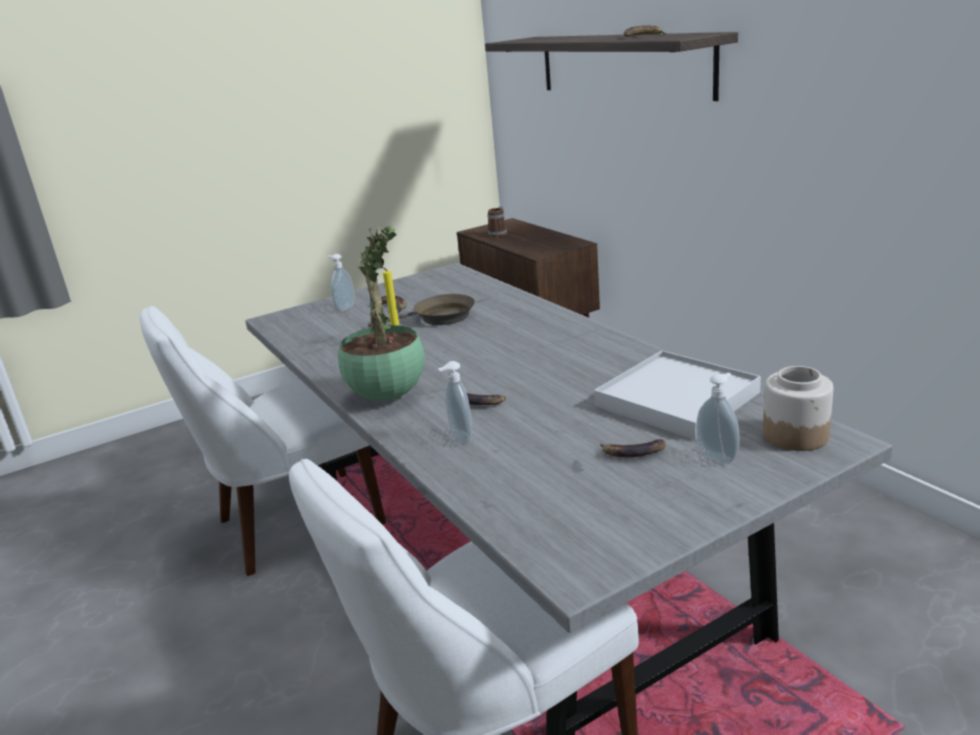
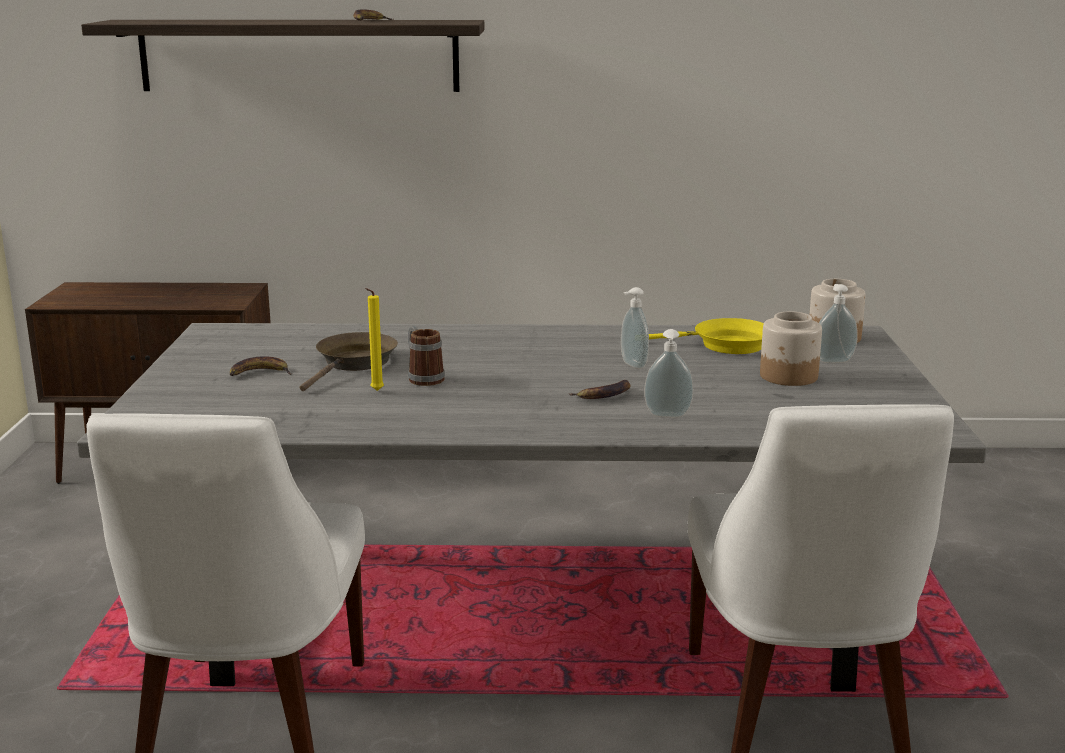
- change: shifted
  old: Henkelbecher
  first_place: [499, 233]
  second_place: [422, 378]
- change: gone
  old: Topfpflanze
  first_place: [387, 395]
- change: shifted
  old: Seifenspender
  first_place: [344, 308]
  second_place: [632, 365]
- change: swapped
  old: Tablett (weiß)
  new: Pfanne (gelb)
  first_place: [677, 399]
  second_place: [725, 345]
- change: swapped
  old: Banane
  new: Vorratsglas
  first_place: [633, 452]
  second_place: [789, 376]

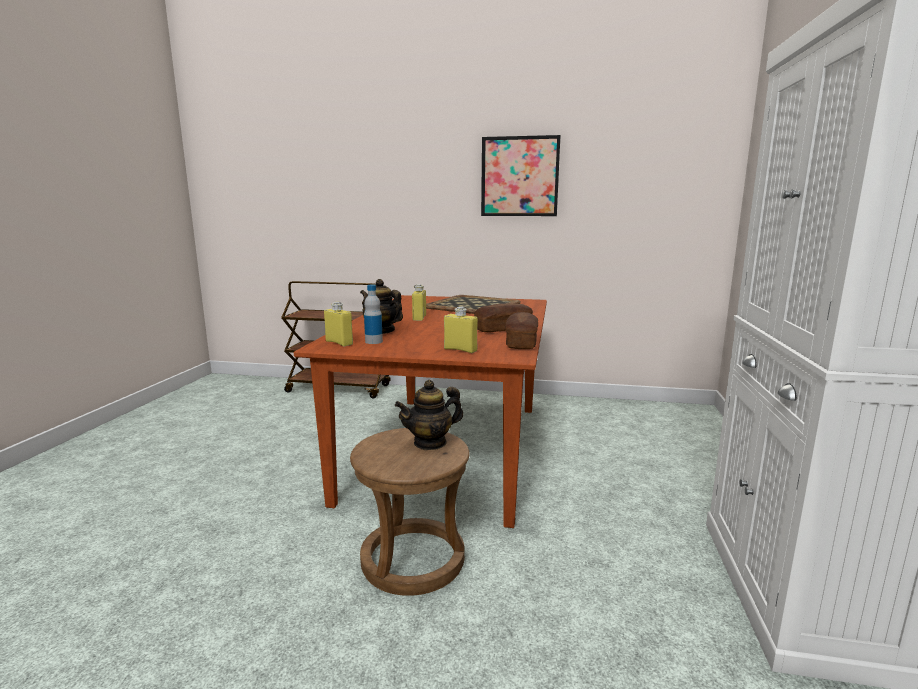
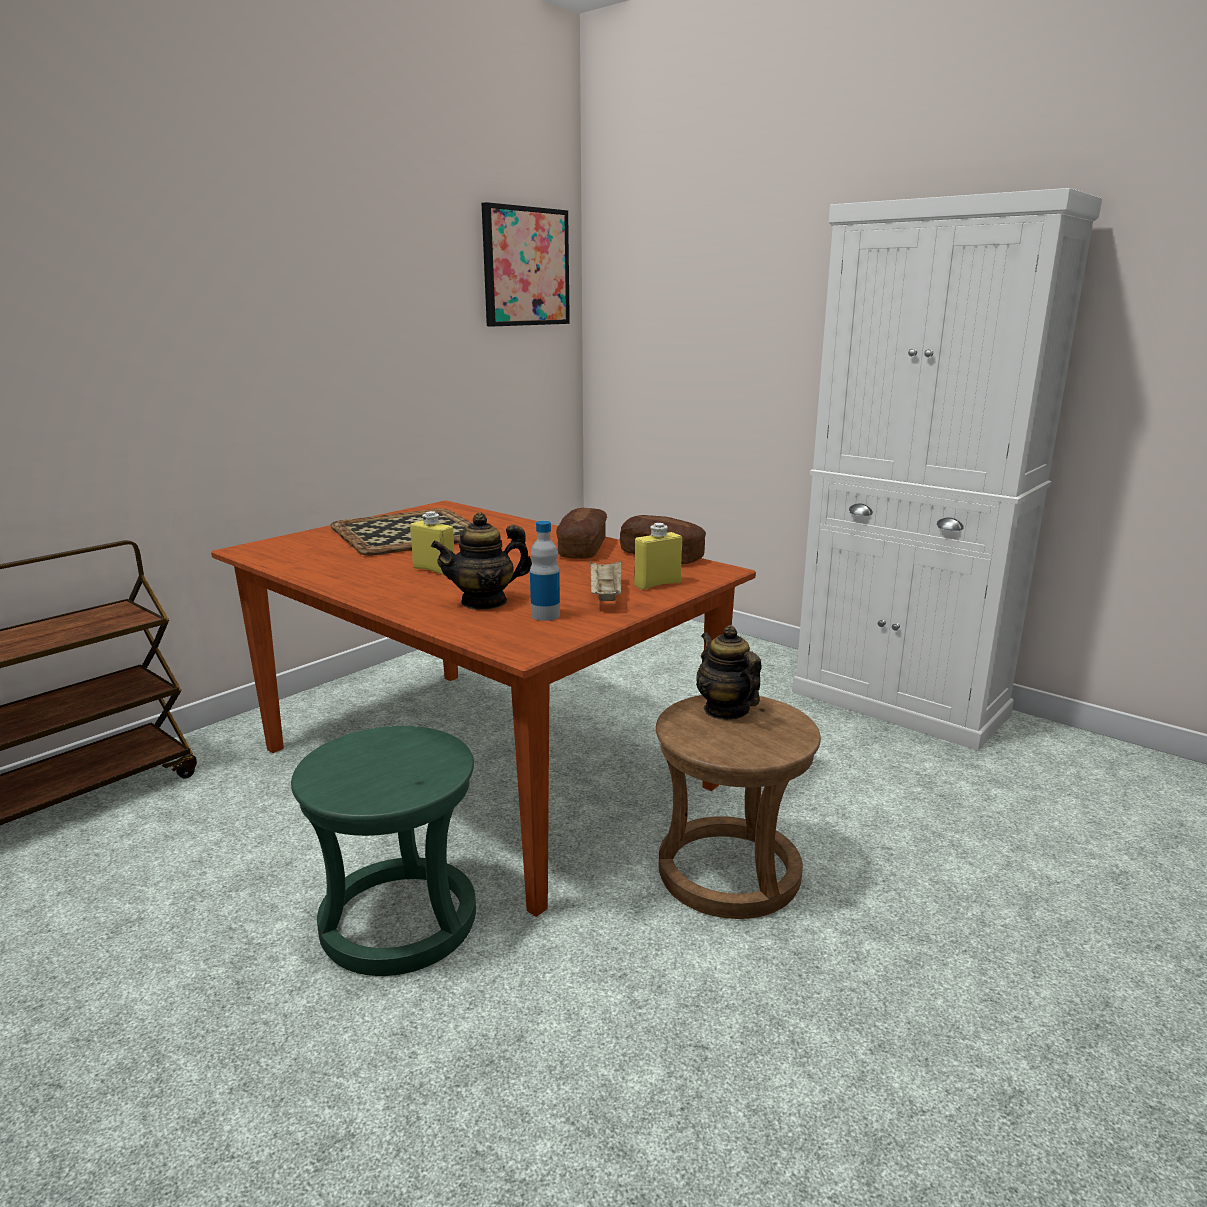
- change: shifted
  old: Bild
  first_place: [520, 177]
  second_place: [525, 267]
- change: gone
  old: Flasche (gelb)
  first_place: [339, 343]
- change: rotated
  old: Teekanne
  first_place: [430, 443]
  second_place: [726, 710]
  degrees: 150
- change: new
  new: Tablett (beige)
  second_place: [605, 594]
- change: new
  new: Hocker (grün)
  second_place: [398, 921]

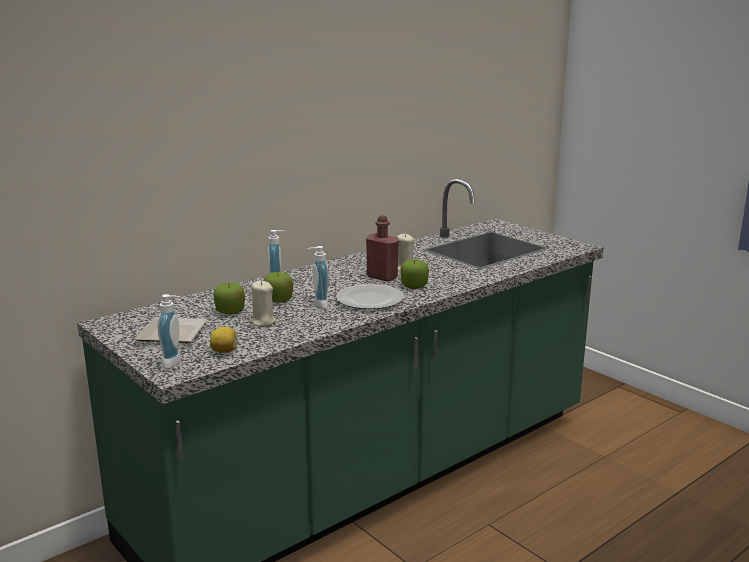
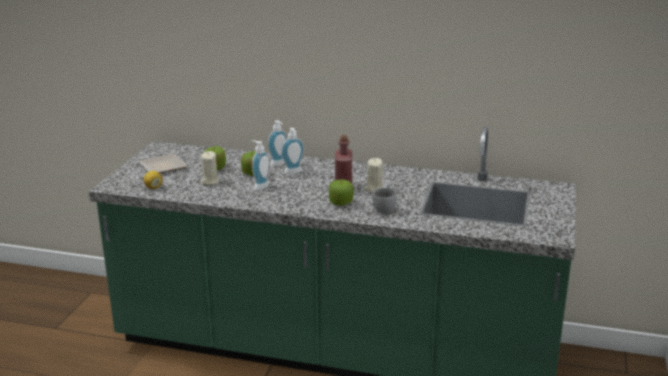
- change: gone
  old: Teller
  first_place: [369, 299]
- change: shifted
  old: Seifenspender
  first_place: [175, 363]
  second_place: [294, 172]
- change: new
  new: Tasse (grau)
  second_place: [385, 207]

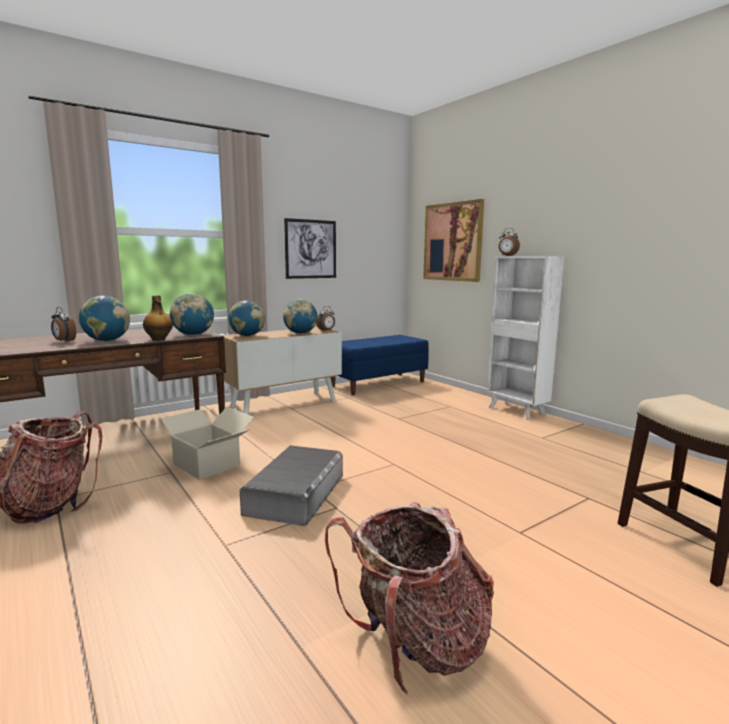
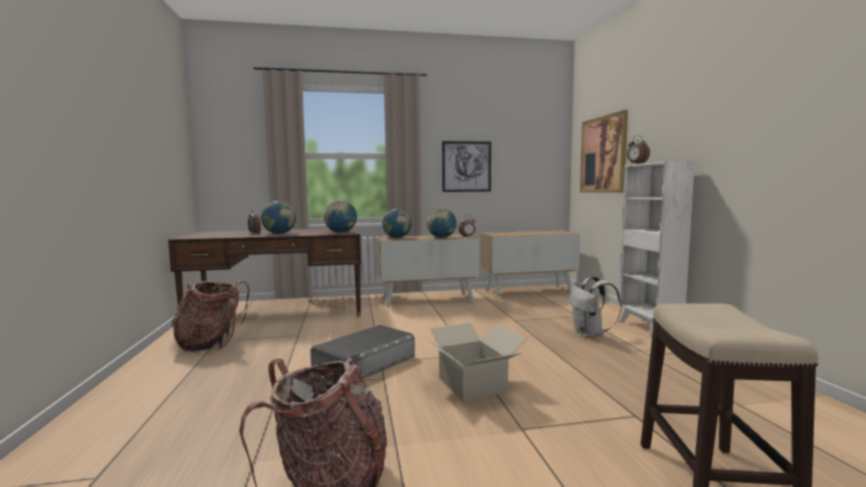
- change: gone
  old: Flasche
  first_place: [159, 339]
- change: swapped
  old: Bank (blau)
  new: Schrank
  first_place: [378, 384]
  second_place: [528, 291]
- change: shifted
  old: Karton
  first_place: [207, 464]
  second_place: [472, 384]
- change: new
  new: Rucksack (weiß)
  second_place: [590, 334]

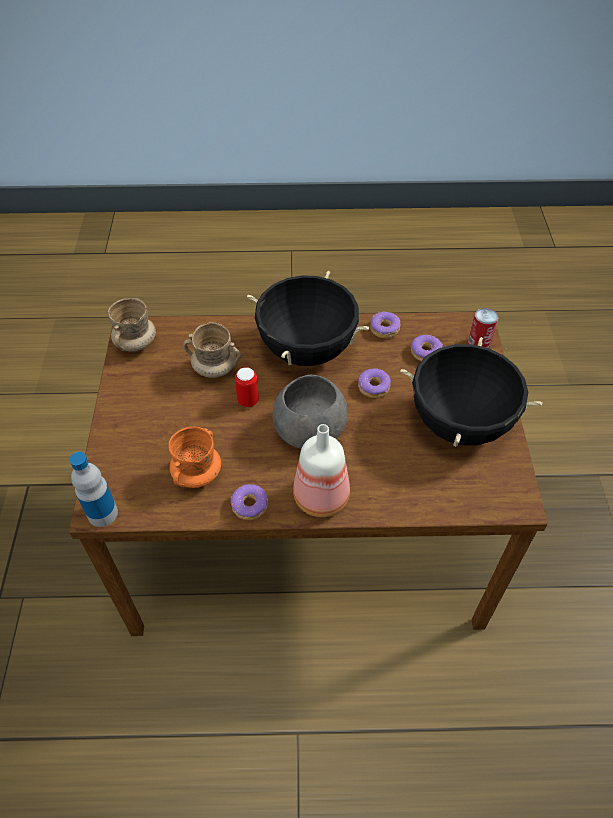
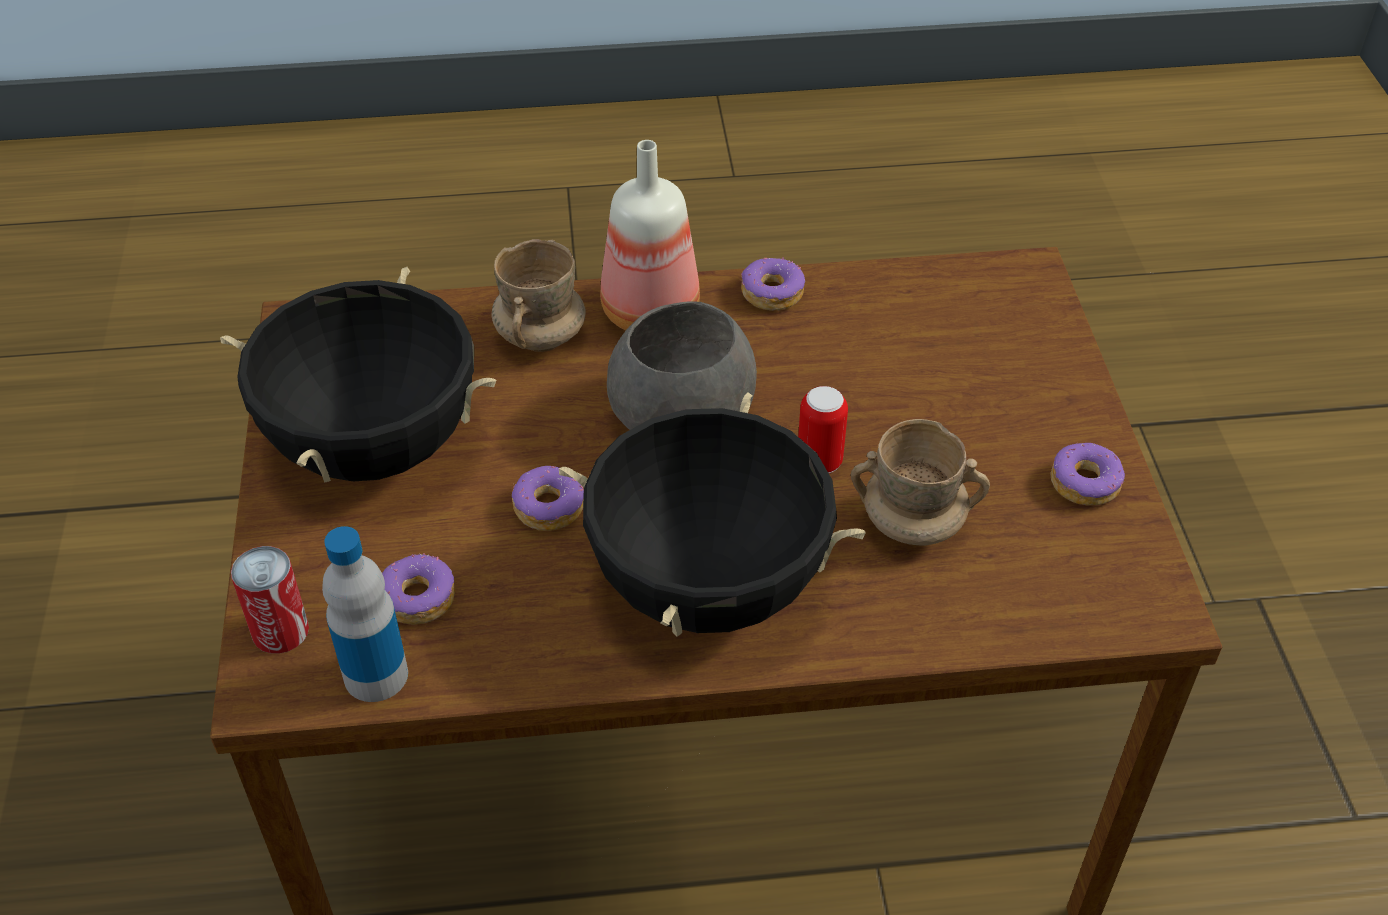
- change: shifted
  old: Henkelbecher (beige)
  first_place: [136, 344]
  second_place: [540, 336]
- change: shifted
  old: Donut
  first_place: [384, 329]
  second_place: [1085, 483]
- change: gone
  old: Henkelbecher (orange)
  first_place: [197, 474]
- change: shifted
  old: Flasche
  first_place: [102, 513]
  second_place: [376, 675]

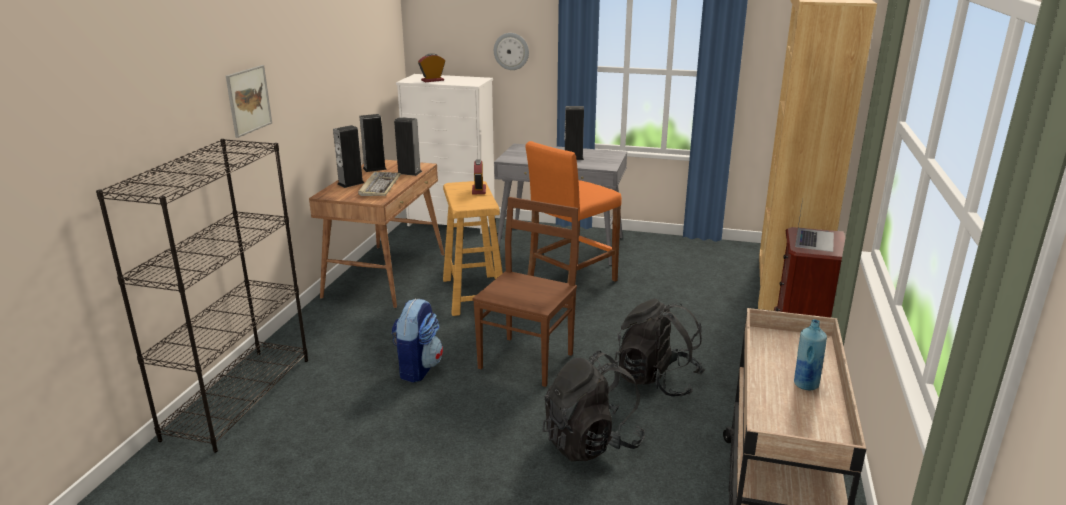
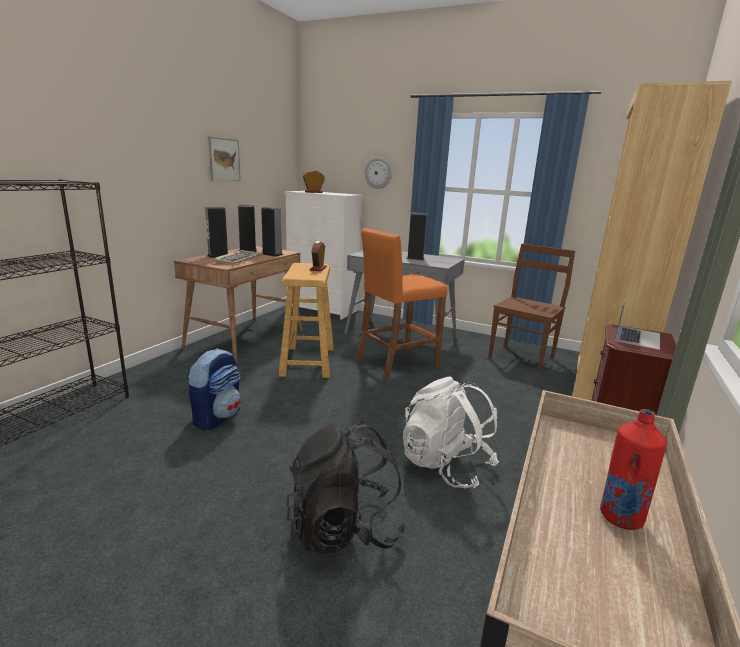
- change: shifted
  old: Bild
  first_place: [248, 100]
  second_place: [224, 160]
- change: shifted
  old: Stuhl (braun)
  first_place: [527, 359]
  second_place: [522, 357]
- change: repainted
  old: Rucksack (schwarz)
  new: Rucksack (weiß)
  first_place: [657, 380]
  second_place: [445, 465]
- change: repainted
  old: Flasche (blau)
  new: Flasche (rot)
  first_place: [805, 384]
  second_place: [620, 517]

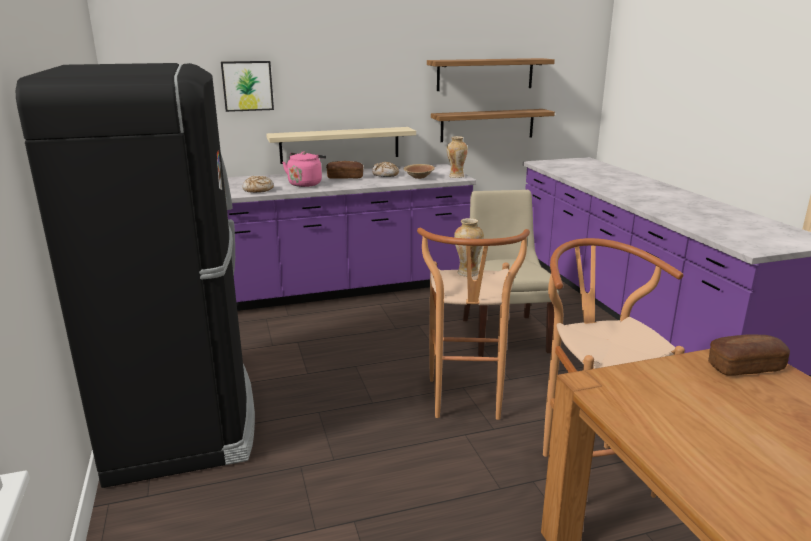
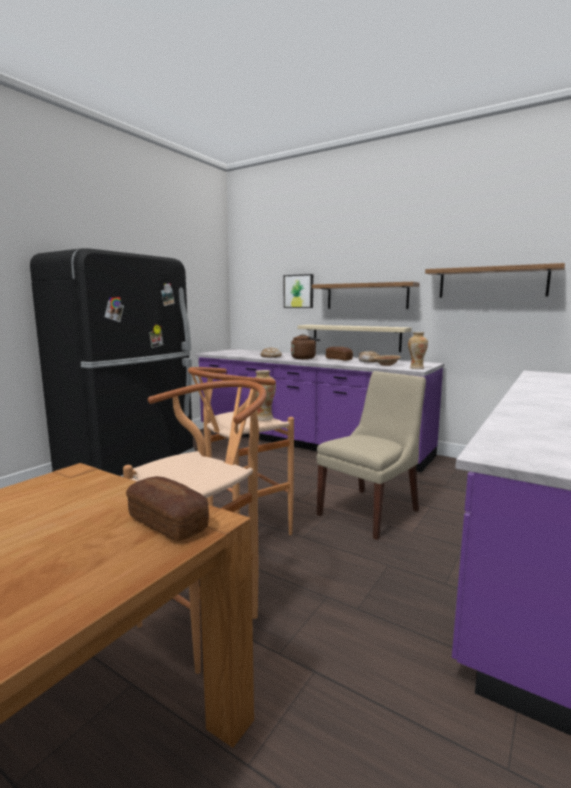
- change: shifted
  old: Wandregal
  first_place: [487, 125]
  second_place: [366, 296]
- change: repainted
  old: Wasserkessel (rosa)
  new: Wasserkessel (braun)
  first_place: [306, 183]
  second_place: [304, 358]

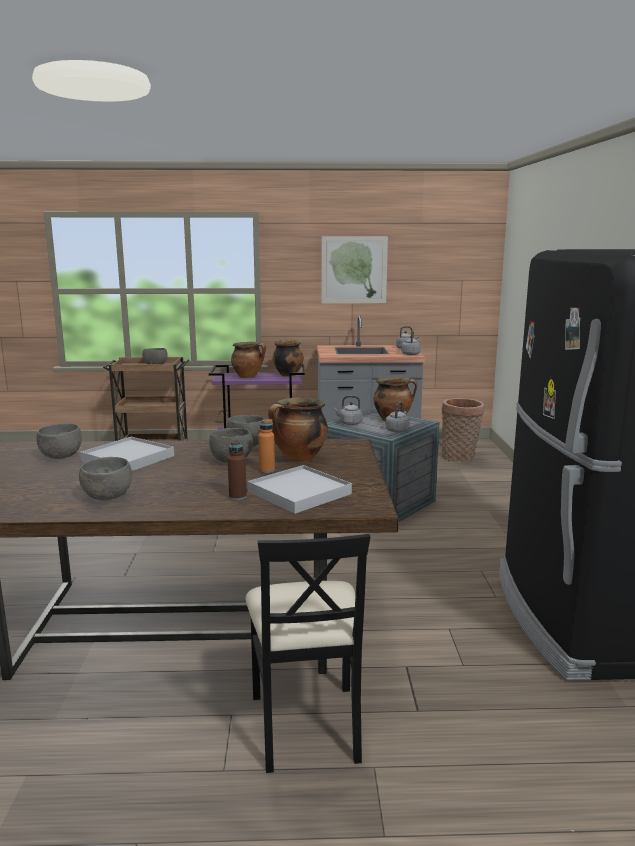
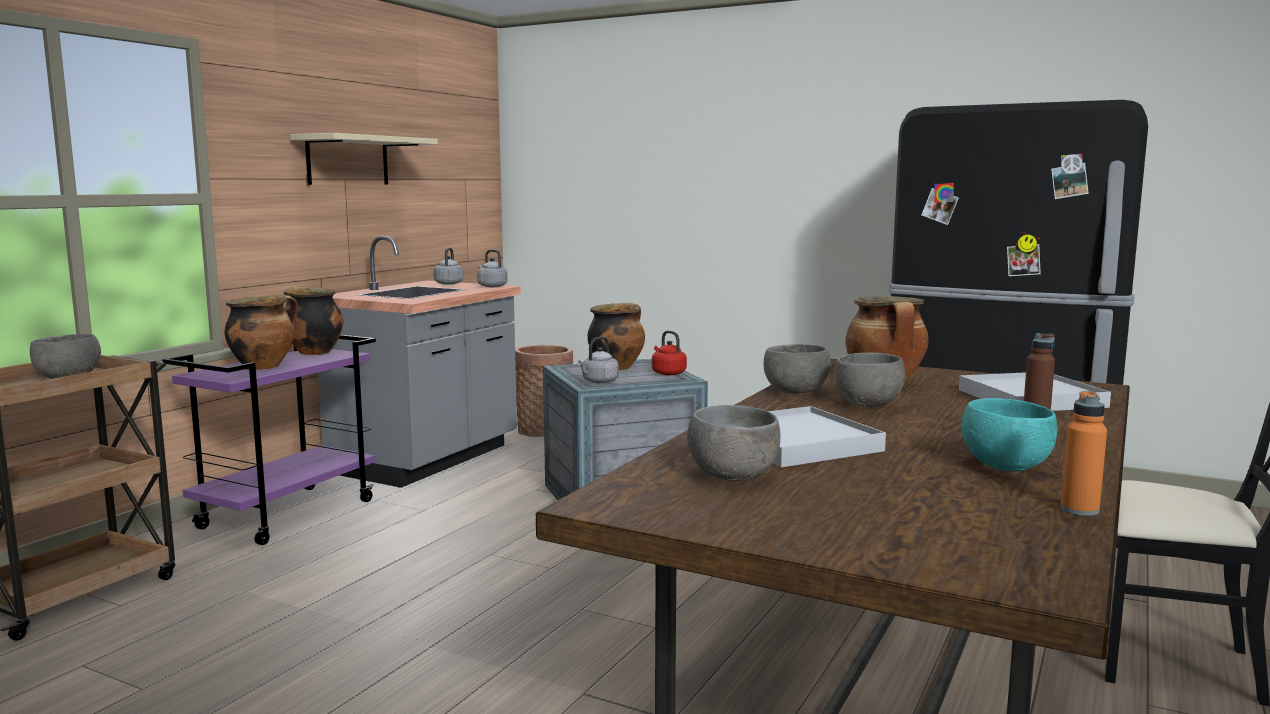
- change: swapped
  old: Bild
  new: Wandregal (beige)
  first_place: [354, 270]
  second_place: [348, 161]
- change: repainted
  old: Wasserkessel (grau)
  new: Wasserkessel (rot)
  first_place: [397, 430]
  second_place: [667, 373]
- change: shifted
  old: Flasche (orange)
  first_place: [266, 470]
  second_place: [1079, 510]
- change: repainted
  old: Schüssel (grau)
  new: Schüssel (türkis)
  first_place: [107, 497]
  second_place: [1005, 467]

